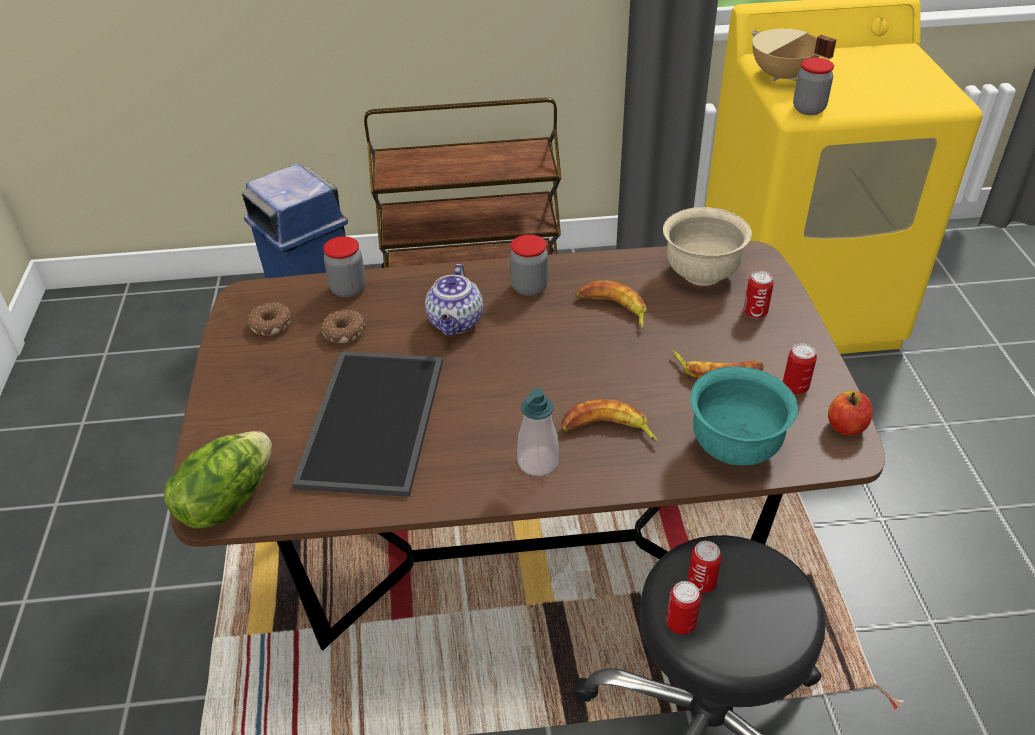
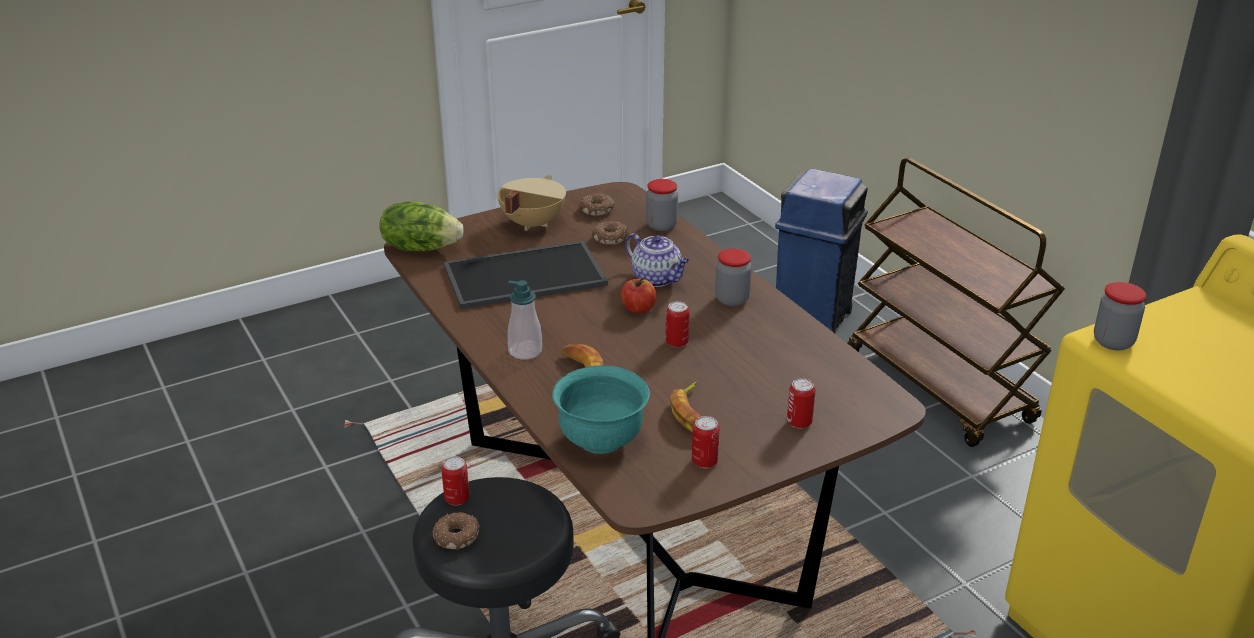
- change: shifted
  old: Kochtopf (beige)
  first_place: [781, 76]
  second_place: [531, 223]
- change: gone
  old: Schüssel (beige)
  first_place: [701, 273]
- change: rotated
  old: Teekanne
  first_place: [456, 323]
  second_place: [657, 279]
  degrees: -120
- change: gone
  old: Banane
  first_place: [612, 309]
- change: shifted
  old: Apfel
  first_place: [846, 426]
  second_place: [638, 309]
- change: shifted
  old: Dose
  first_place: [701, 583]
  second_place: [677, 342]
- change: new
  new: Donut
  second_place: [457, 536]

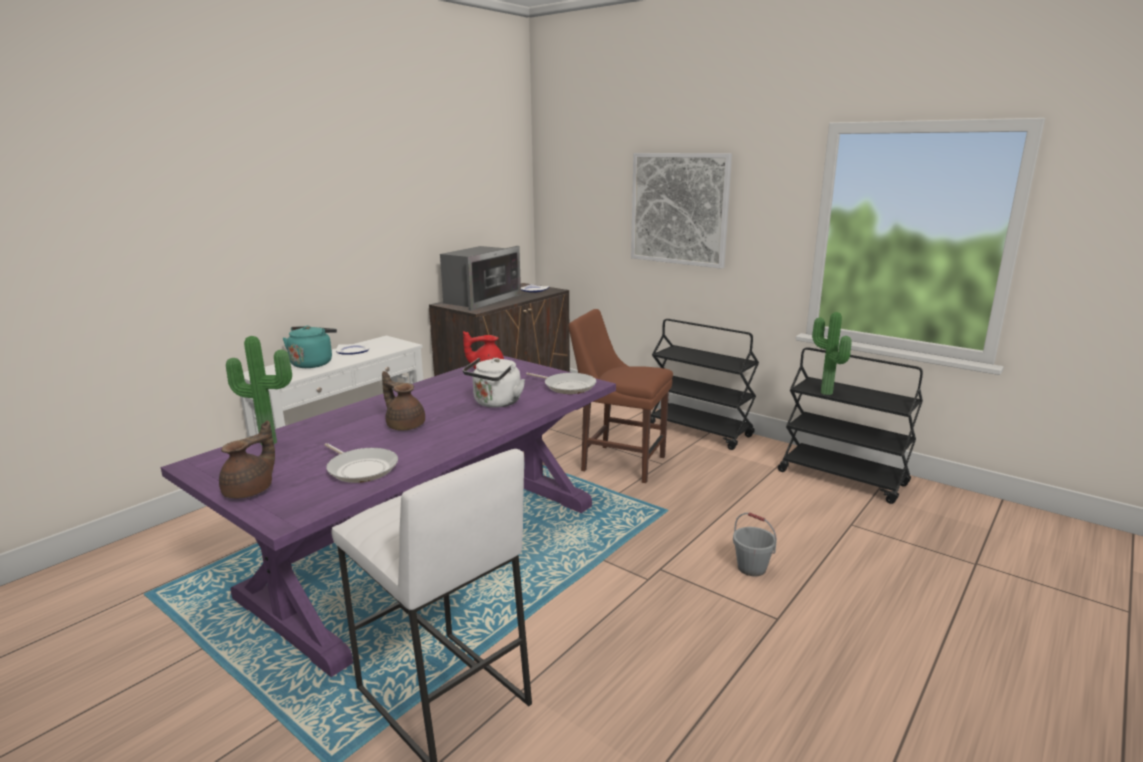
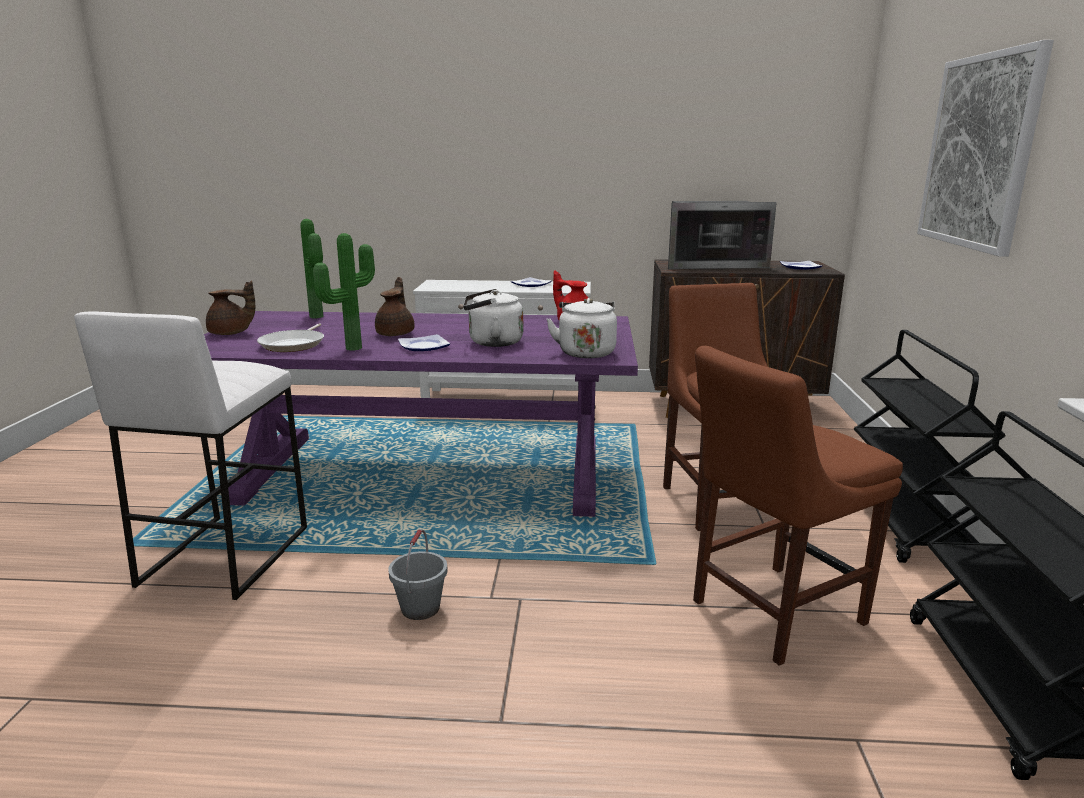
- change: shifted
  old: Topfpflanze
  first_place: [824, 393]
  second_place: [351, 348]
- change: gone
  old: Wasserkessel (türkis)
  first_place: [313, 363]
- change: swapped
  old: Pfanne
  new: Wasserkessel (weiß)
  first_place: [567, 386]
  second_place: [586, 352]
- change: shifted
  old: Eimer (grau)
  first_place: [752, 568]
  second_place: [420, 608]
- change: new
  new: Teller
  second_place: [425, 346]
- change: new
  new: Stuhl (braun)
  second_place: [770, 613]

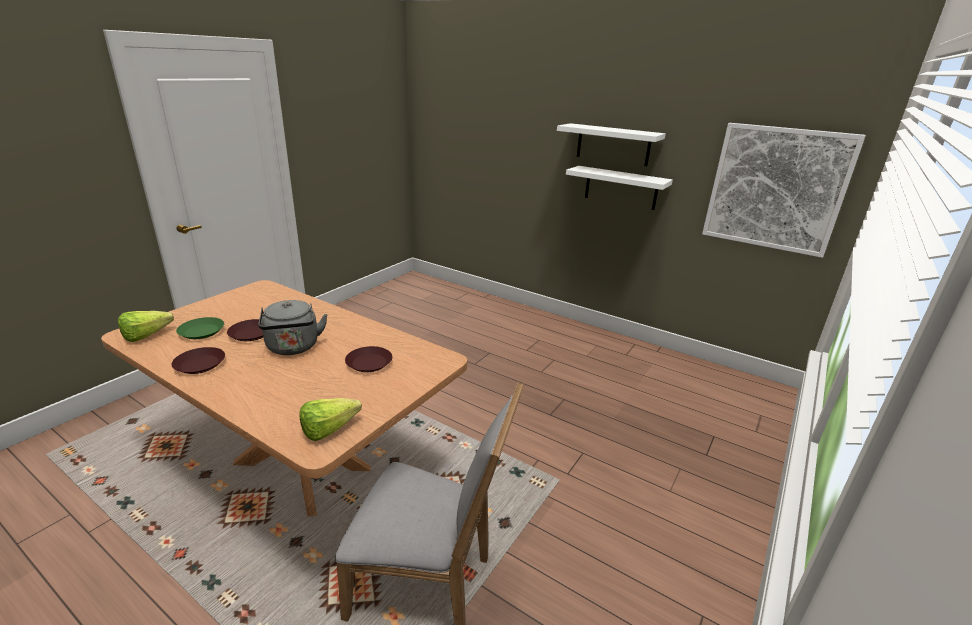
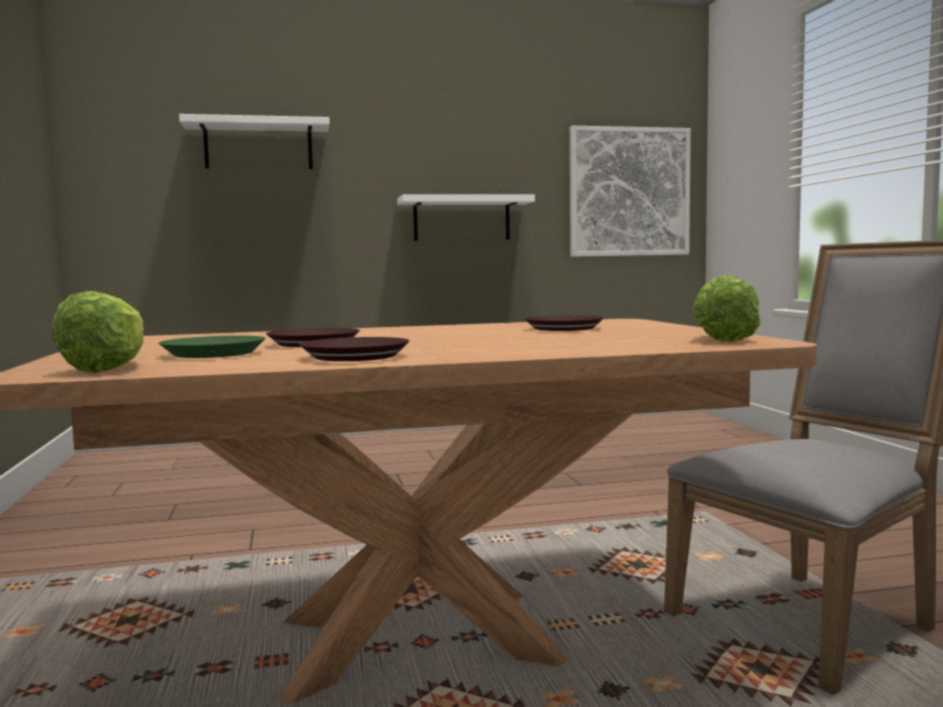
- change: shifted
  old: Wandregal (weiß)
  first_place: [613, 144]
  second_place: [258, 146]
- change: gone
  old: Wasserkessel (grau)
  first_place: [293, 348]

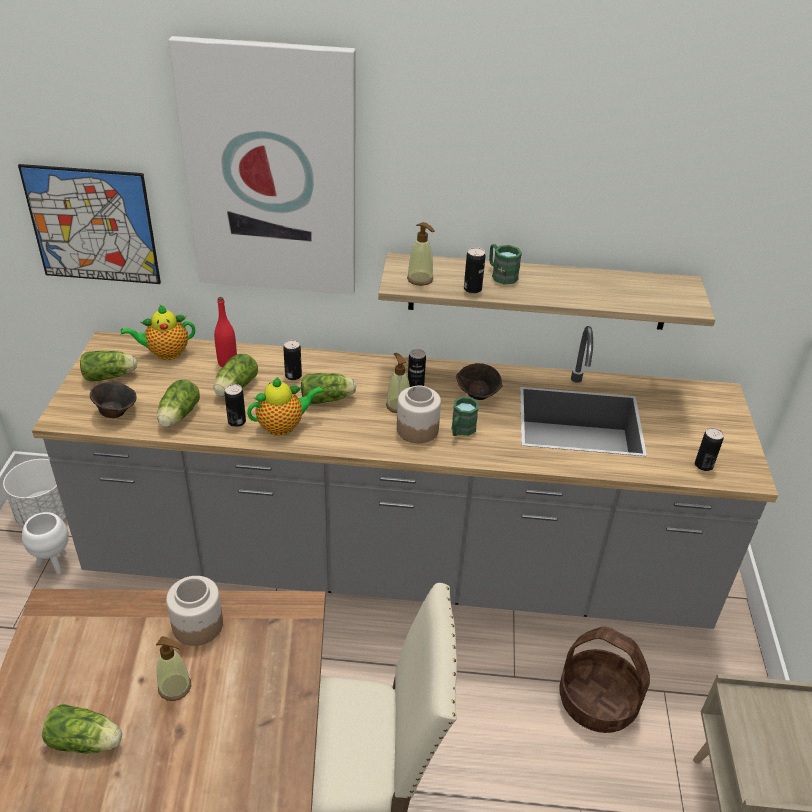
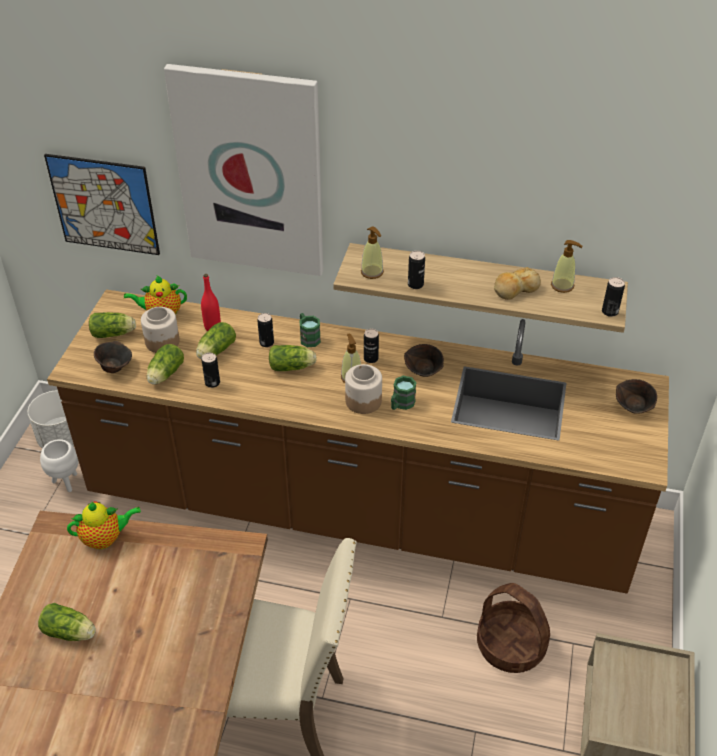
- change: shifted
  old: Henkelbecher (grün)
  first_place: [501, 275]
  second_place: [308, 337]
- change: repainted
  old: Küchenzeile (grau)
  new: Küchenzeile (braun)
  first_place: [398, 565]
  second_place: [358, 509]
- change: shifted
  old: Teekanne
  first_place: [283, 426]
  second_place: [105, 538]
- change: shifted
  old: Dose
  first_place: [703, 465]
  second_place: [610, 312]
- change: shifted
  old: Vorratsglas
  first_place: [197, 625]
  second_place: [162, 342]
- change: shifted
  old: Seifenspender
  first_place: [175, 687]
  second_place: [562, 286]
- change: new
  new: Brot
  second_place: [515, 289]
- change: new
  new: Schüssel (braun)
  second_place: [633, 408]

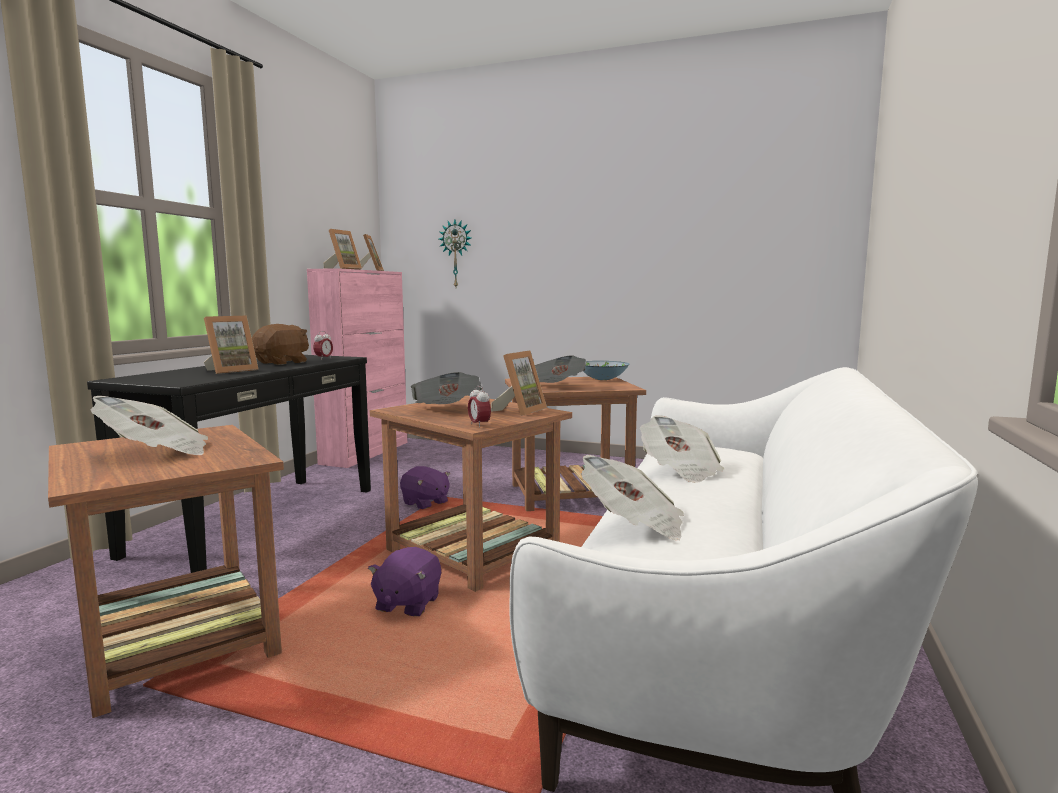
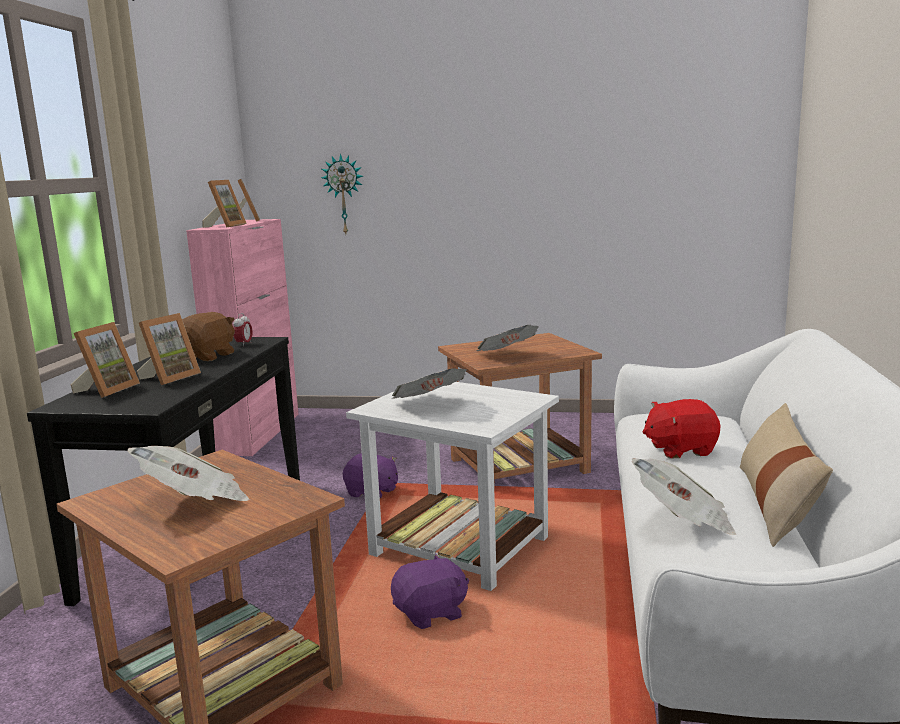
- change: shifted
  old: Bilderrahmen
  first_place: [520, 411]
  second_place: [107, 390]
- change: gone
  old: Schüssel
  first_place: [603, 379]
- change: gone
  old: Wecker
  first_place: [479, 425]
- change: repainted
  old: Beistelltisch (braun)
  new: Beistelltisch (weiß)
  first_place: [473, 553]
  second_place: [461, 547]
- change: swapped
  old: Zeitung
  new: Plüschtier (rot)
  first_place: [680, 470]
  second_place: [680, 449]
- change: rotated
  old: Plüschtier (lila)
  first_place: [407, 604]
  second_place: [431, 613]
  degrees: -120
- change: new
  new: Kissen (beige)
  second_place: [777, 504]

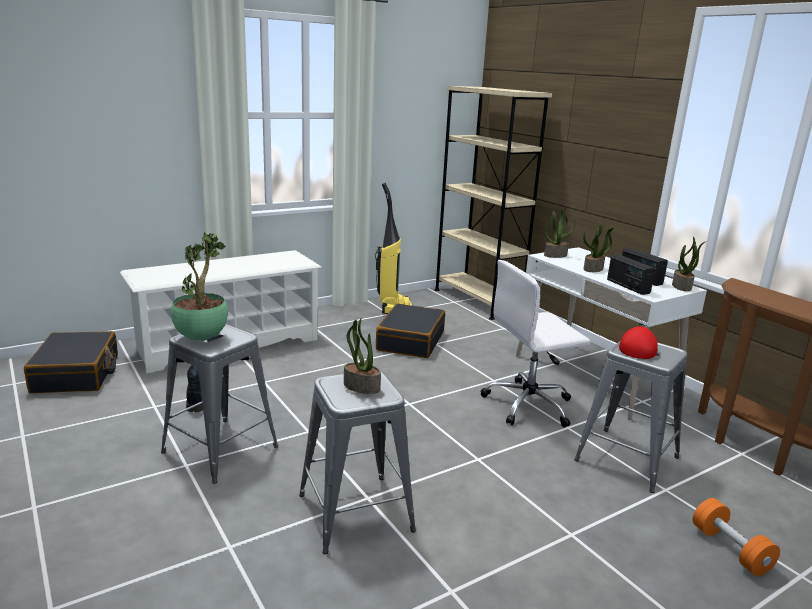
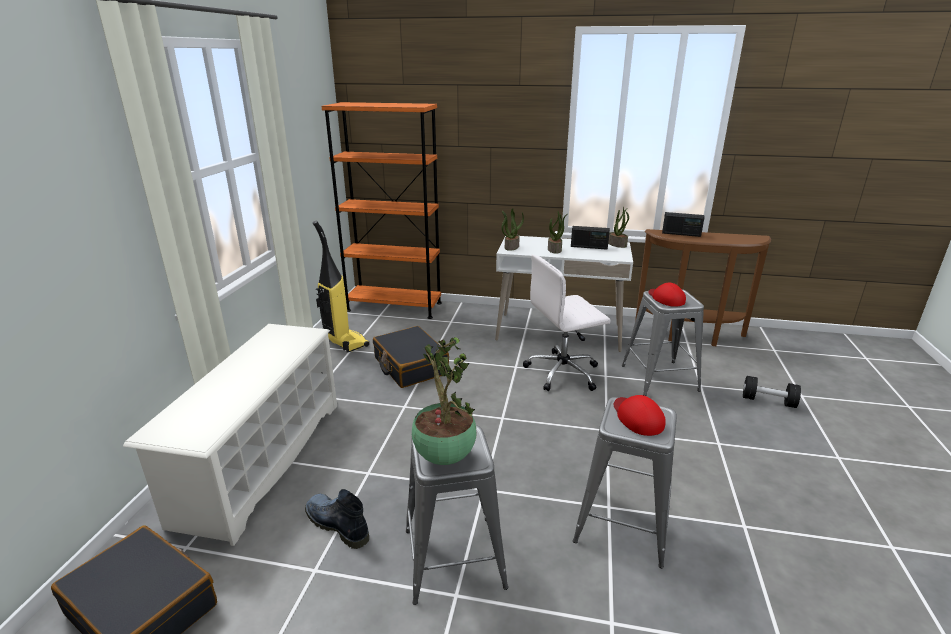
- change: repainted
  old: Bücherregal (beige)
  new: Bücherregal (orange)
  first_place: [477, 301]
  second_place: [394, 307]
- change: shifted
  old: Radio
  first_place: [627, 286]
  second_place: [681, 234]
- change: rotated
  old: Bürostuhl (weiß)
  first_place: [530, 405]
  second_place: [563, 372]
  degrees: 45
- change: swapped
  old: Topfpflanze
  new: Kappe (rot)
  first_place: [361, 387]
  second_place: [637, 417]
- change: repainted
  old: Hantel (orange)
  new: Hantel (schwarz)
  first_place: [730, 549]
  second_place: [768, 401]

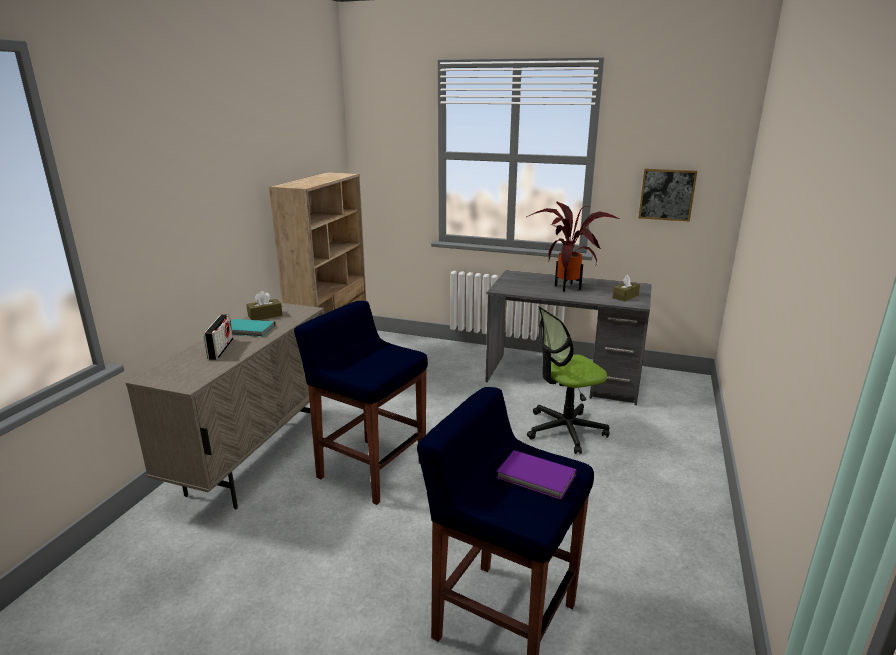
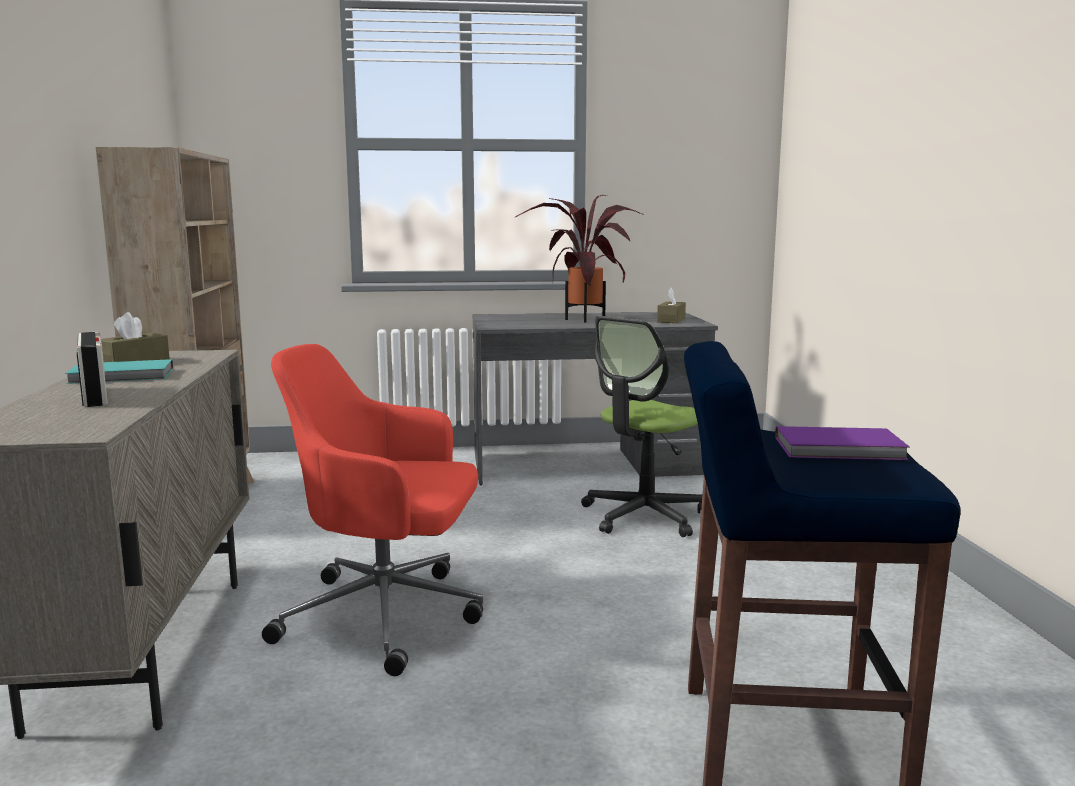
- change: gone
  old: Bild
  first_place: [667, 194]
- change: swapped
  old: Hocker (blau)
  new: Bürostuhl (rot)
  first_place: [370, 469]
  second_place: [387, 616]

